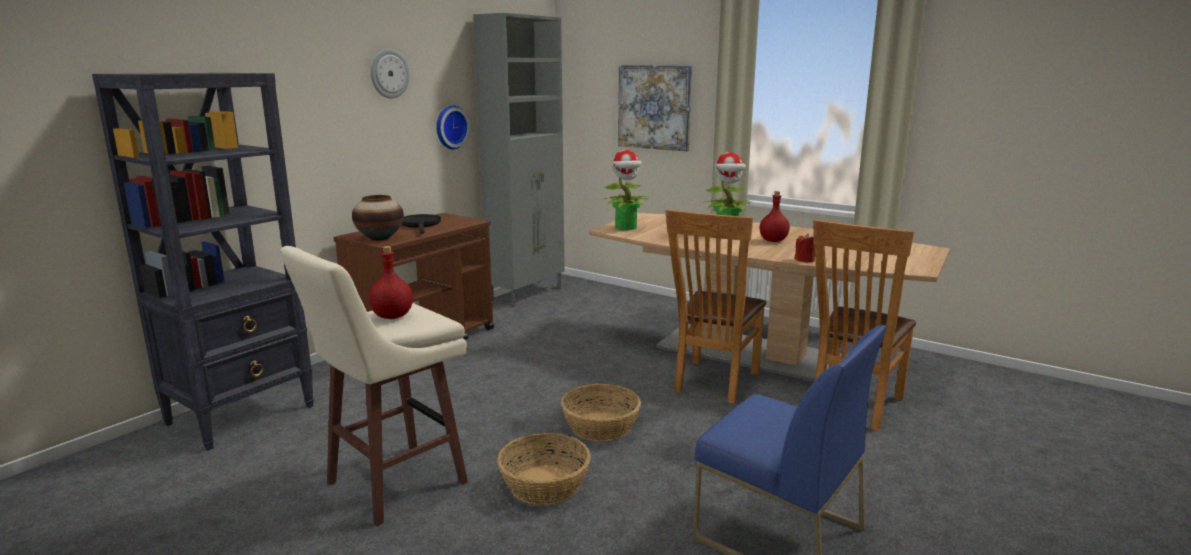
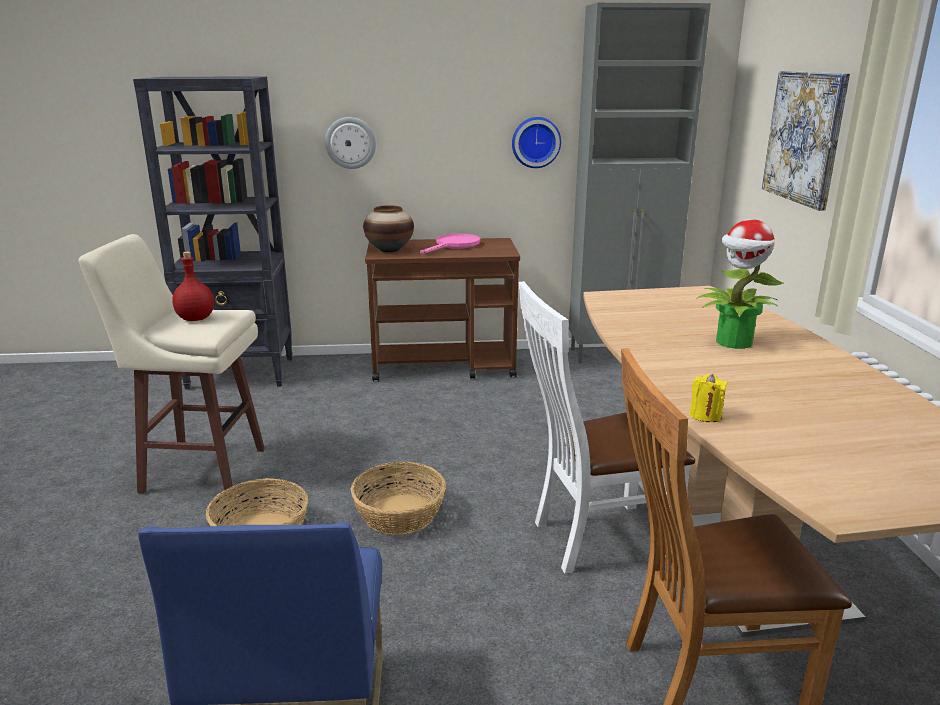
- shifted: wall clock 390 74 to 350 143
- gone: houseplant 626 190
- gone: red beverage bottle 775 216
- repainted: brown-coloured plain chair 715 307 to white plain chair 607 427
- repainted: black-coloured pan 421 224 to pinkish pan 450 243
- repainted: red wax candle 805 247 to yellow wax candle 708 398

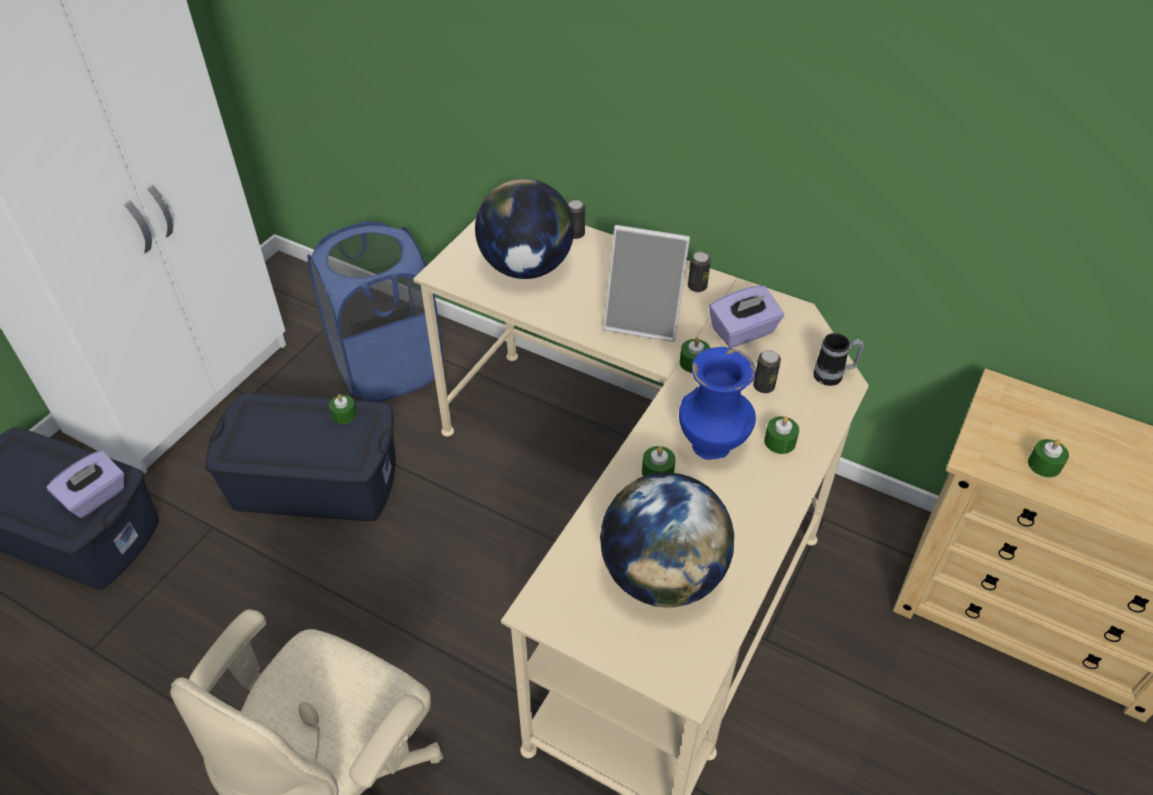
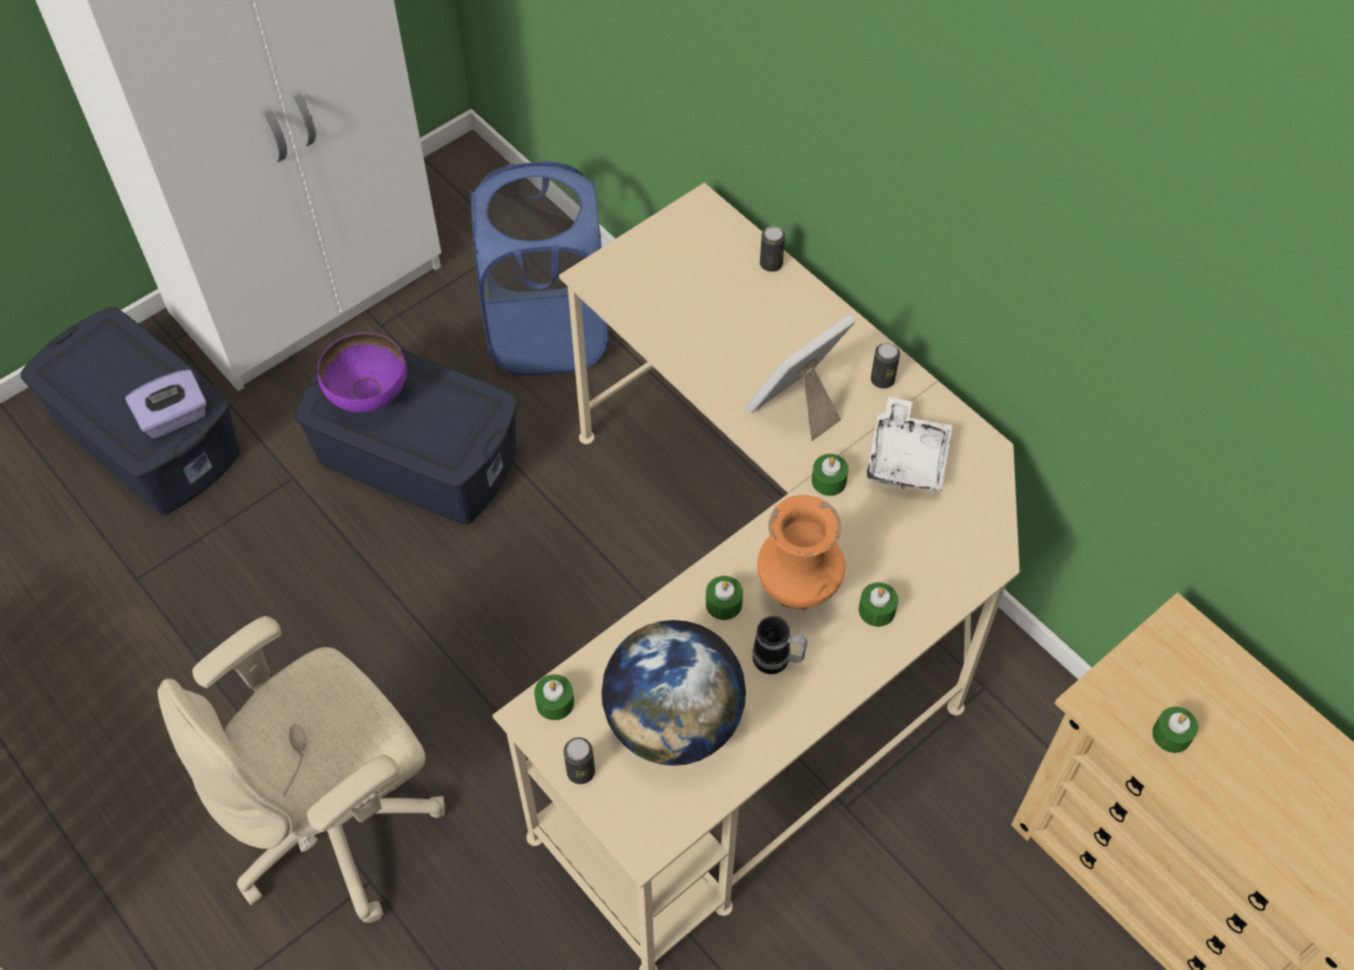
- gone: world globe 524 229
- rotated: photo frame 646 283 = 800 378 105 degrees clockwise
- swapped: purple tissue box 746 317 to white serving tray 910 444
- shifted: mug 838 359 to 780 645
- repainted: bluish vase 717 403 to orangey vase 801 552
- shifted: can 767 371 to 579 760
- shifted: green wax candle 343 409 to 554 697
- new: purple serving bowl 362 372

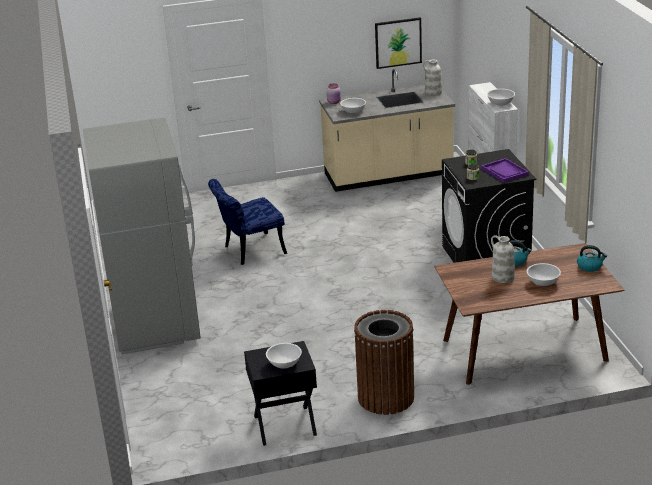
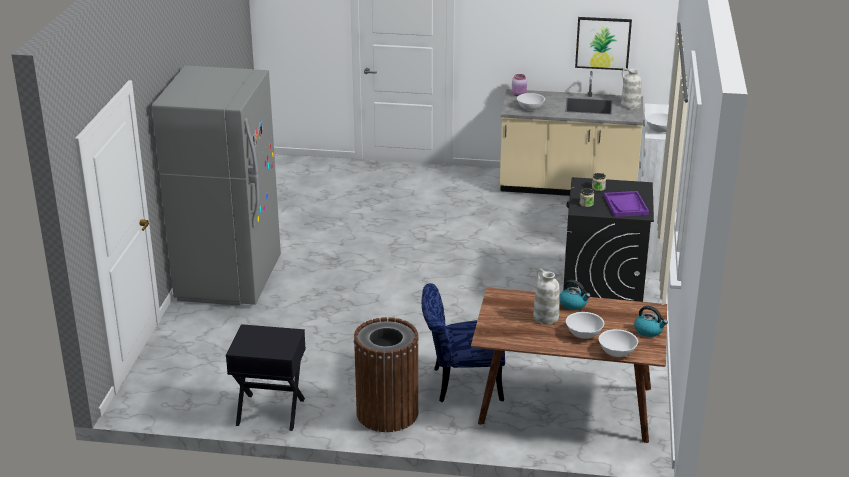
- shifted: bluish plain chair 247 222 to 463 342
- shifted: white serving bowl 284 355 to 618 343

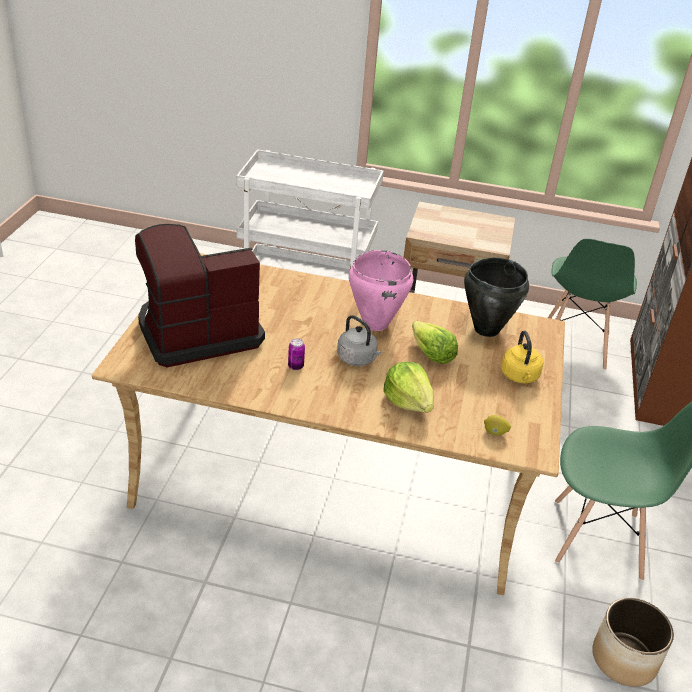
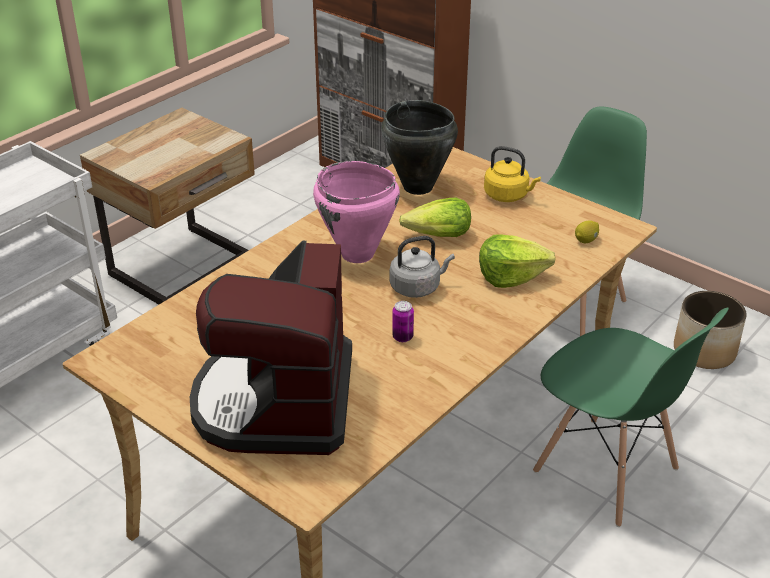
- shifted: green plain chair 592 304 to 631 417

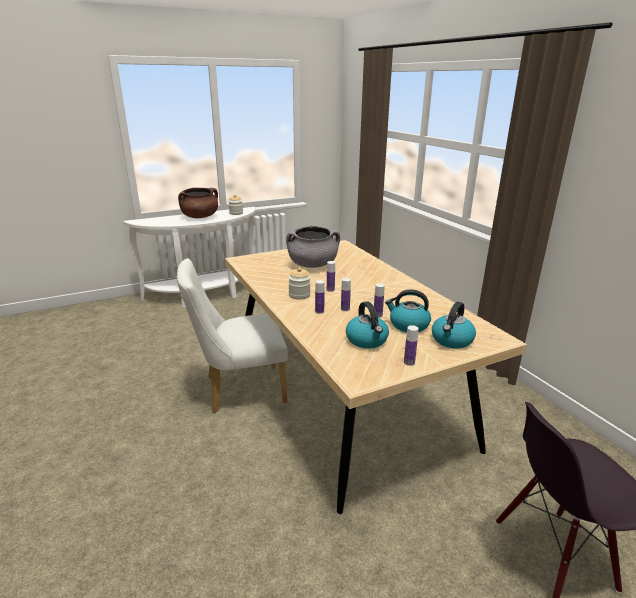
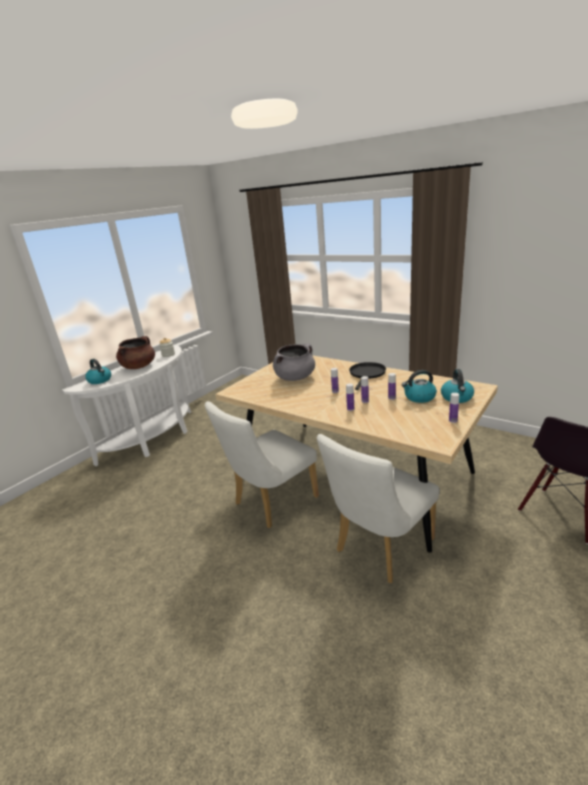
- gone: preserve jar 299 283
- shifted: water kettle 367 325 to 98 371
- new: black-coloured pan 367 376
- new: white plain chair 378 508

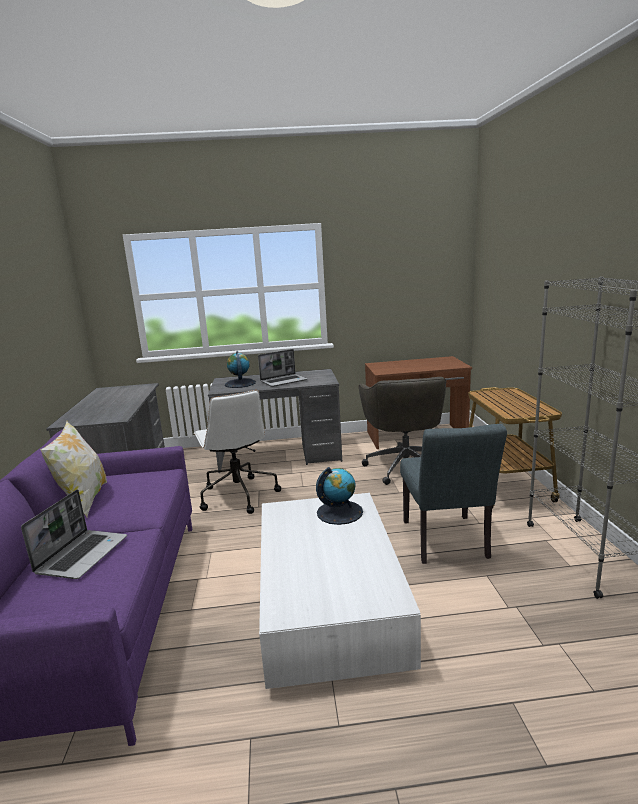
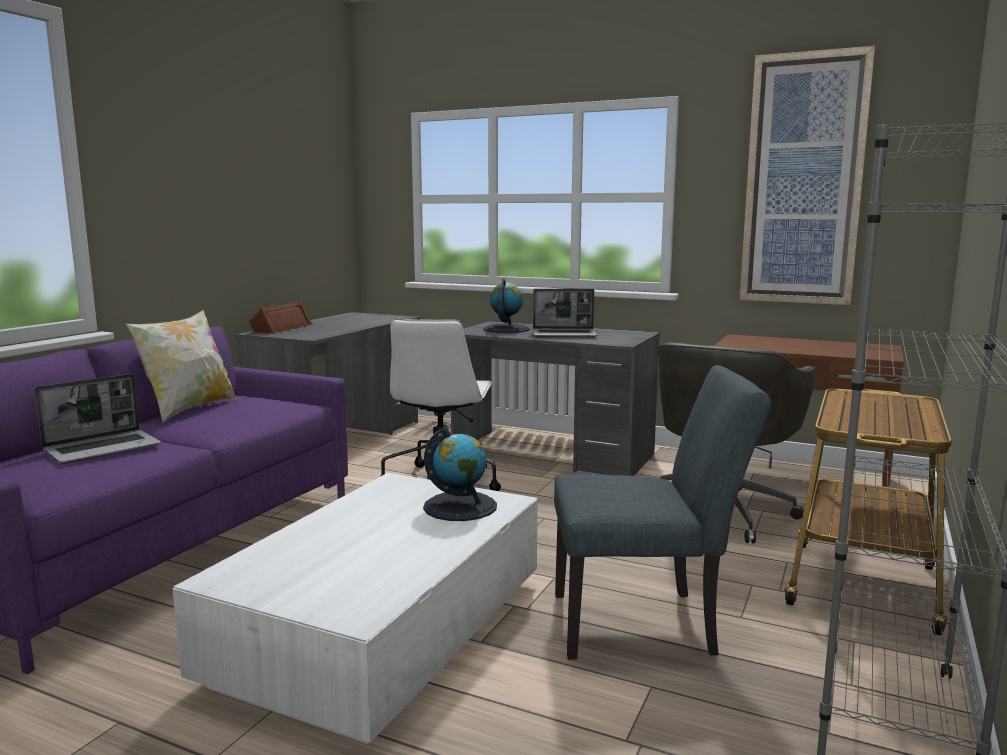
- rotated: gray plain chair 453 494 = 662 512 120 degrees counterclockwise
- new: wall art 807 175
- new: brown-coloured speaker 281 317

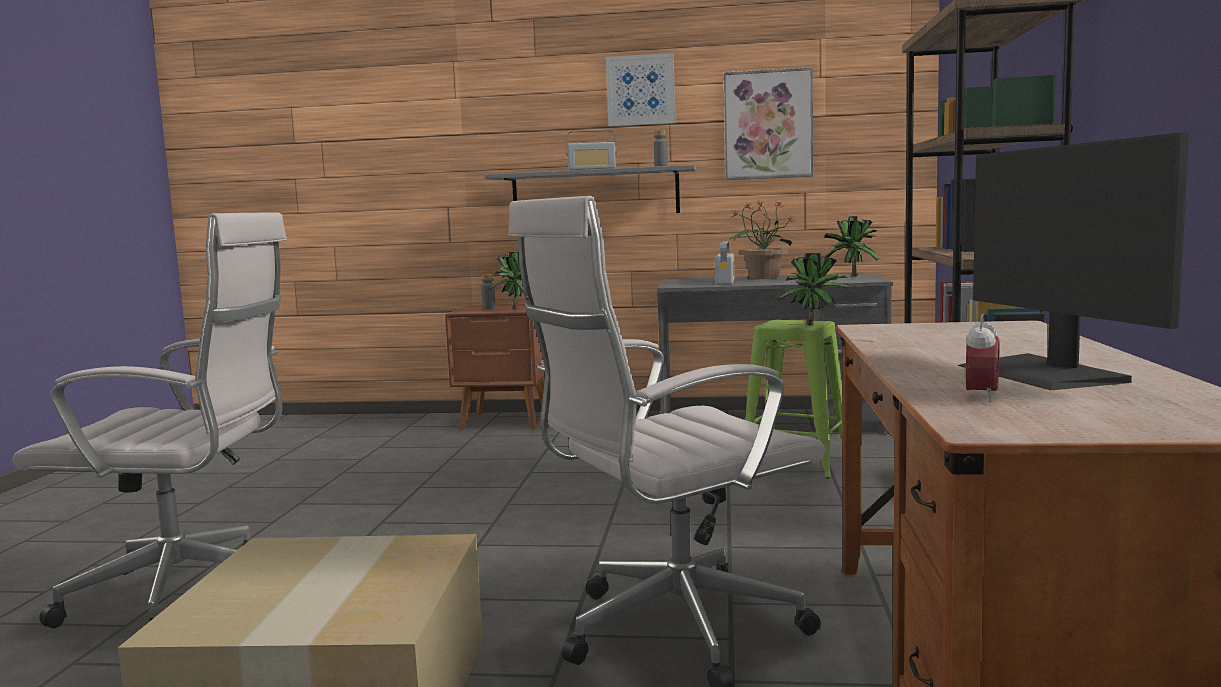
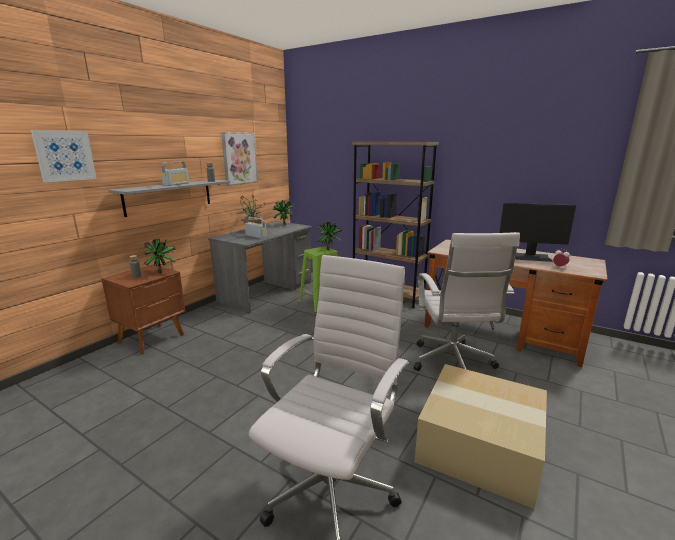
- shifted: wall art 640 90 to 64 156

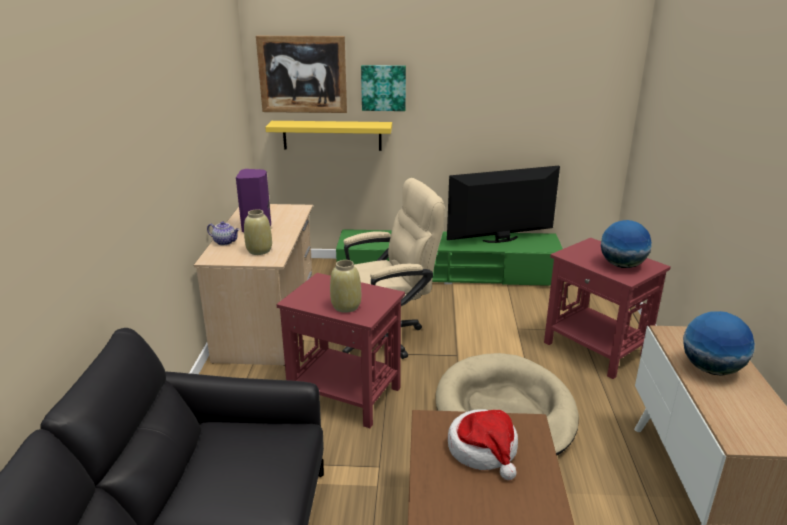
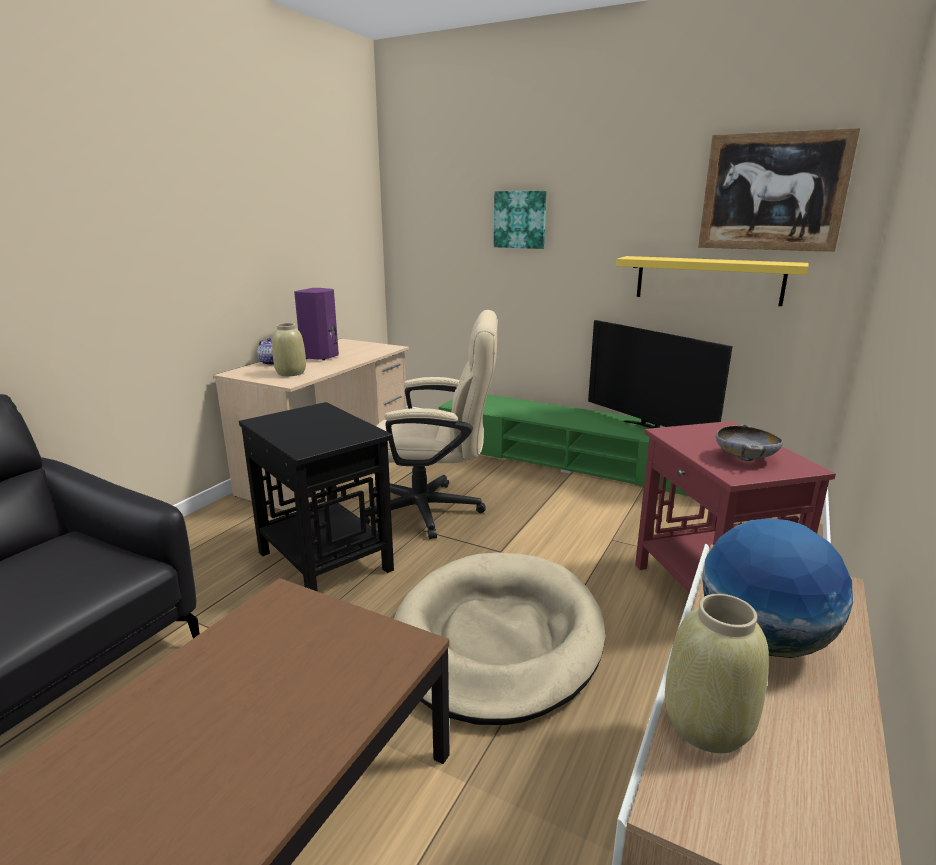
- shifted: wall art 301 74 to 779 190
- shifted: yellow wall shelf 328 136 to 712 281
- rotated: television 503 204 = 660 374 135 degrees counterclockwise
- swapped: world globe 626 244 to gray serving bowl 749 442
- shifted: beige-coloured vase 345 286 to 717 673
- repainted: red end table 340 350 to black-coloured end table 316 497
- gone: clothing hat 483 444

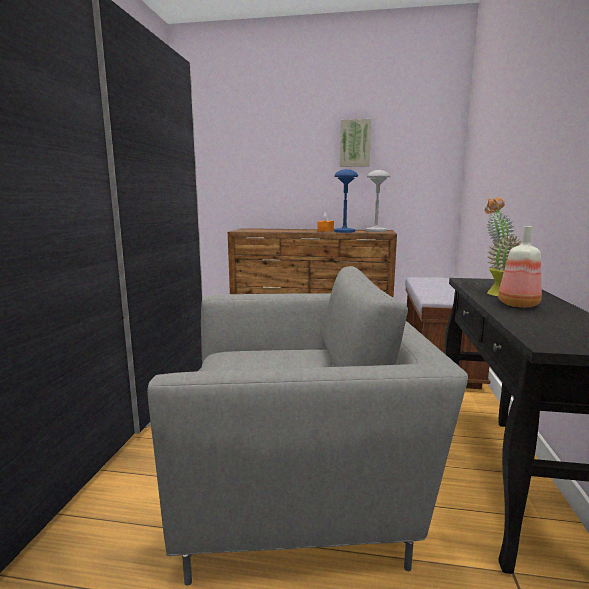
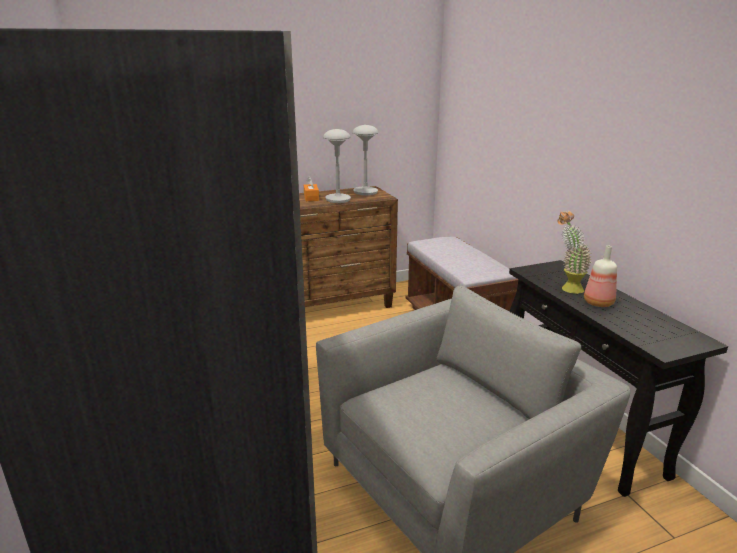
- gone: wall art 356 143
- repainted: bluish tabletop lamp 346 201 to gray tabletop lamp 337 166

